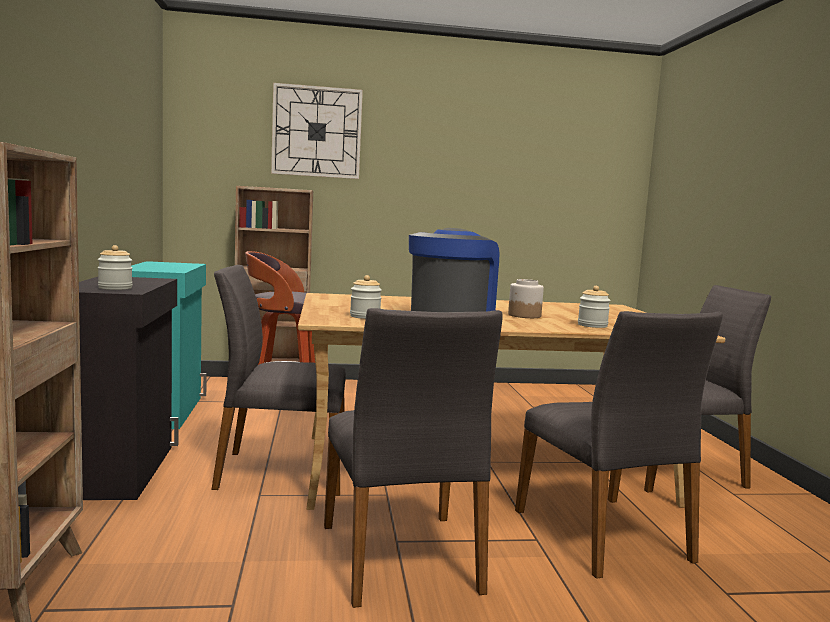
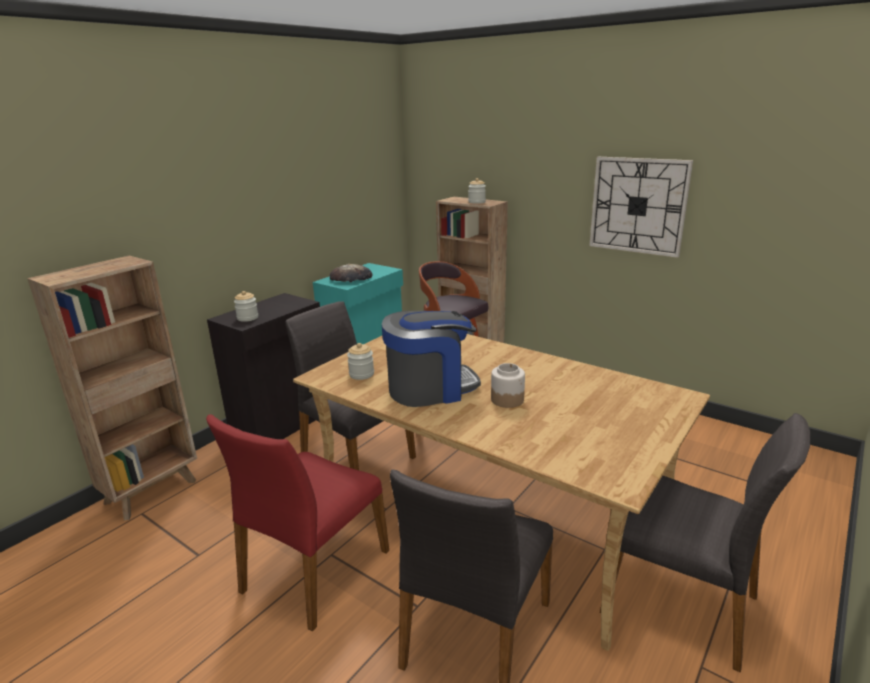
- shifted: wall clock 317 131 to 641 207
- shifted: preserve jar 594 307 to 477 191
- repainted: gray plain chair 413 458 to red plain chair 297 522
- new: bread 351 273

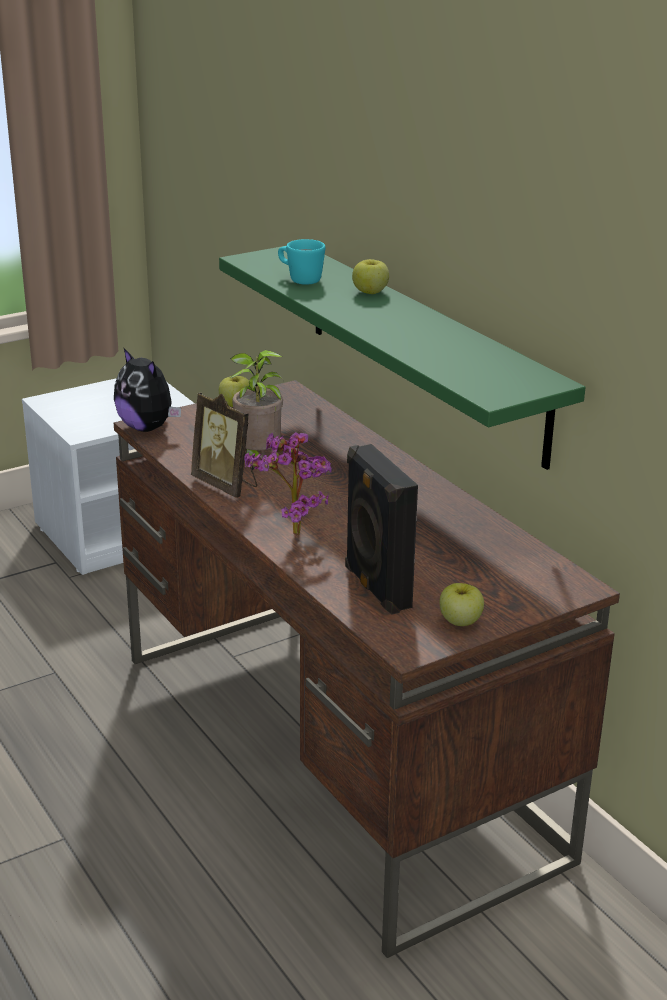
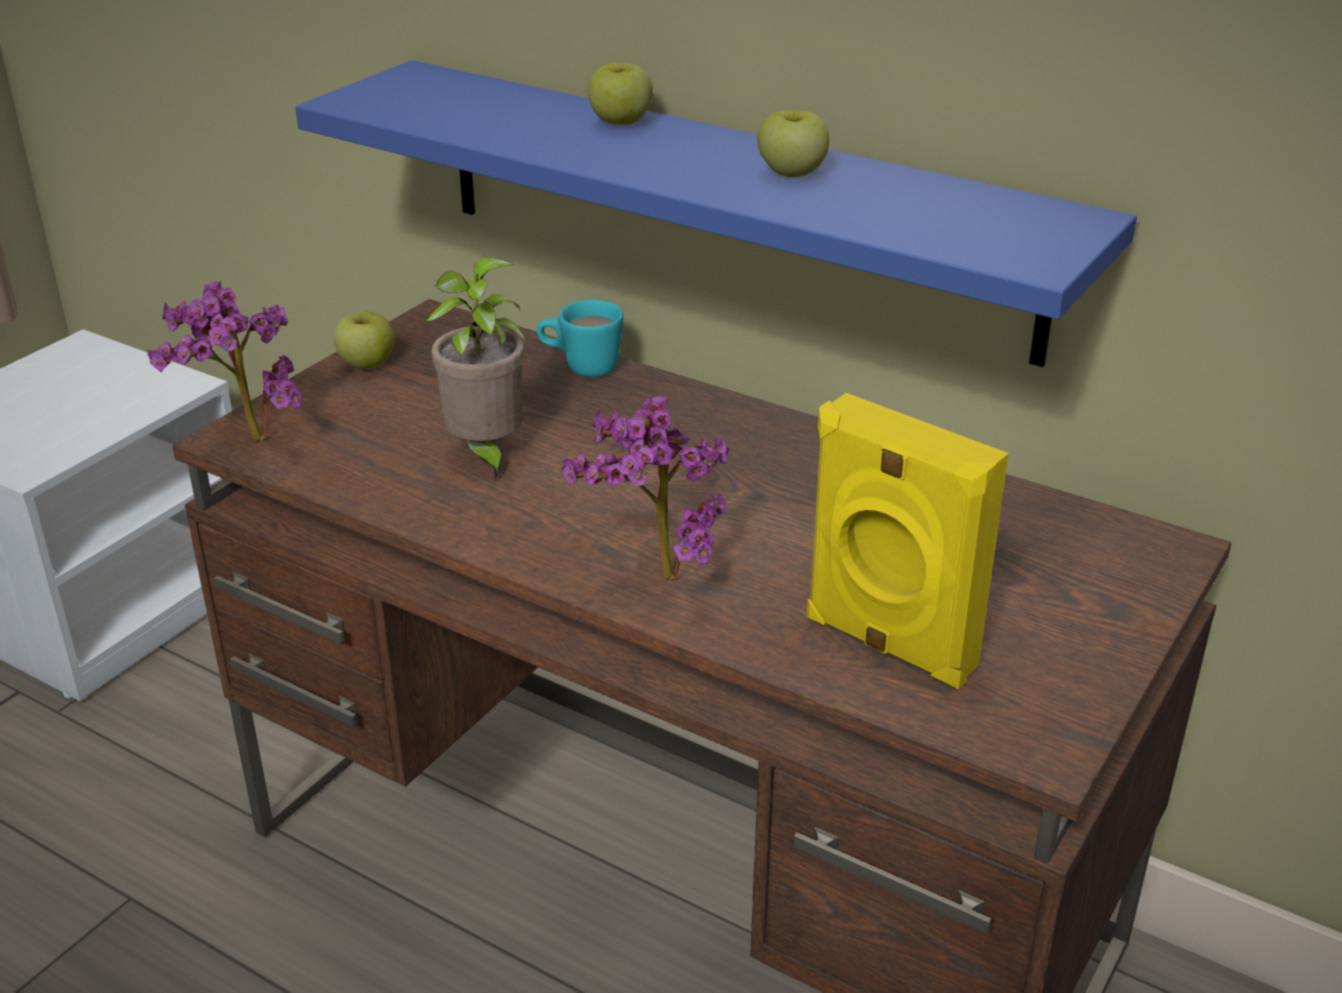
- shifted: turquoise-coloured mug 301 262 to 580 338
- repainted: green wall shelf 402 358 to bluish wall shelf 716 213
- swapped: plush toy 147 390 to houseplant 224 361
- gone: photo frame 224 445
- repainted: black-coloured speaker 381 529 to yellow speaker 907 541
- shifted: apple fruit 462 604 to 793 143

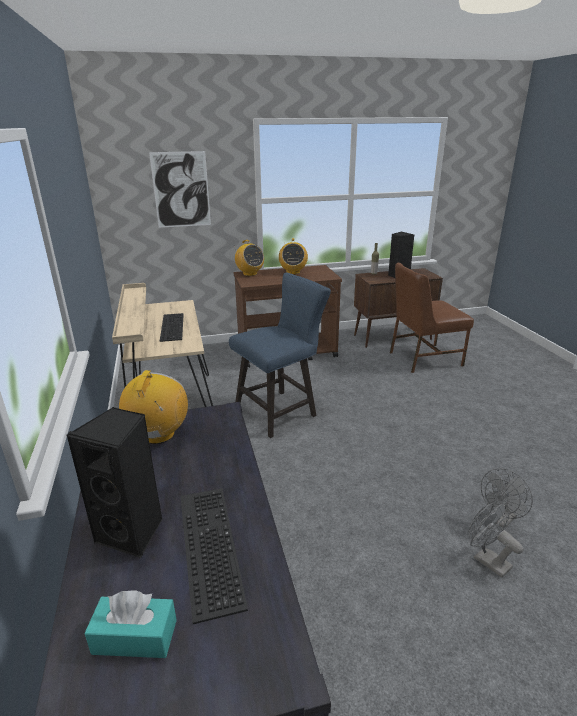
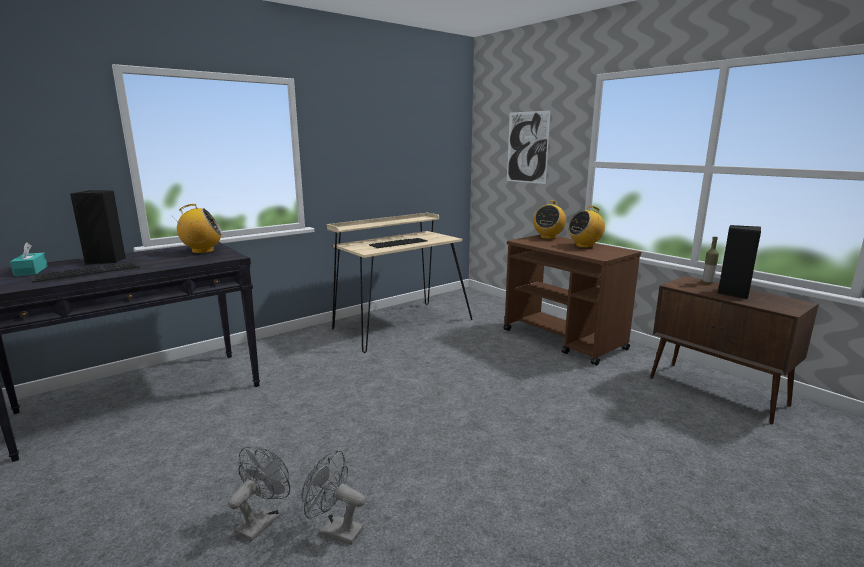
- gone: brown-coloured plain chair 432 318
- gone: bluish plain chair 280 355

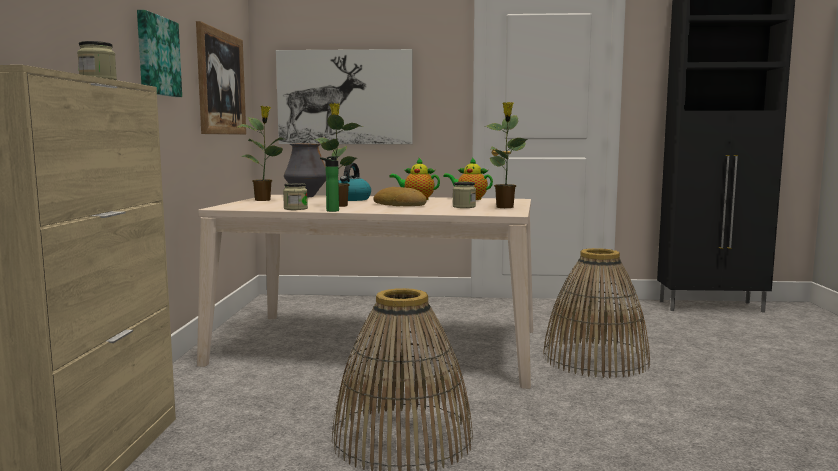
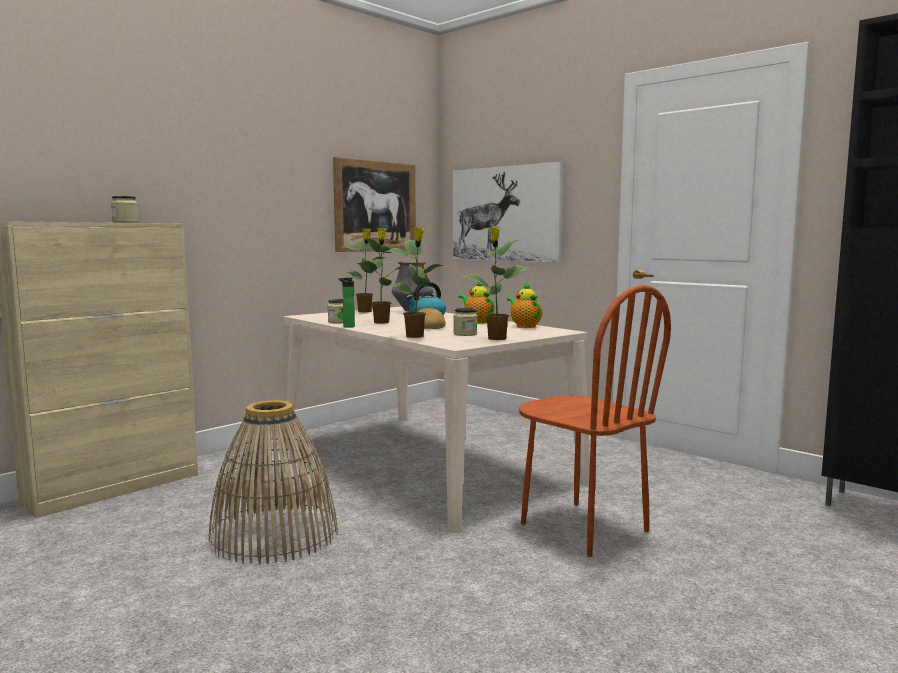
- gone: wall art 159 53
- swapped: storage basket 596 313 to brown-coloured plain chair 595 421
- new: houseplant 415 282

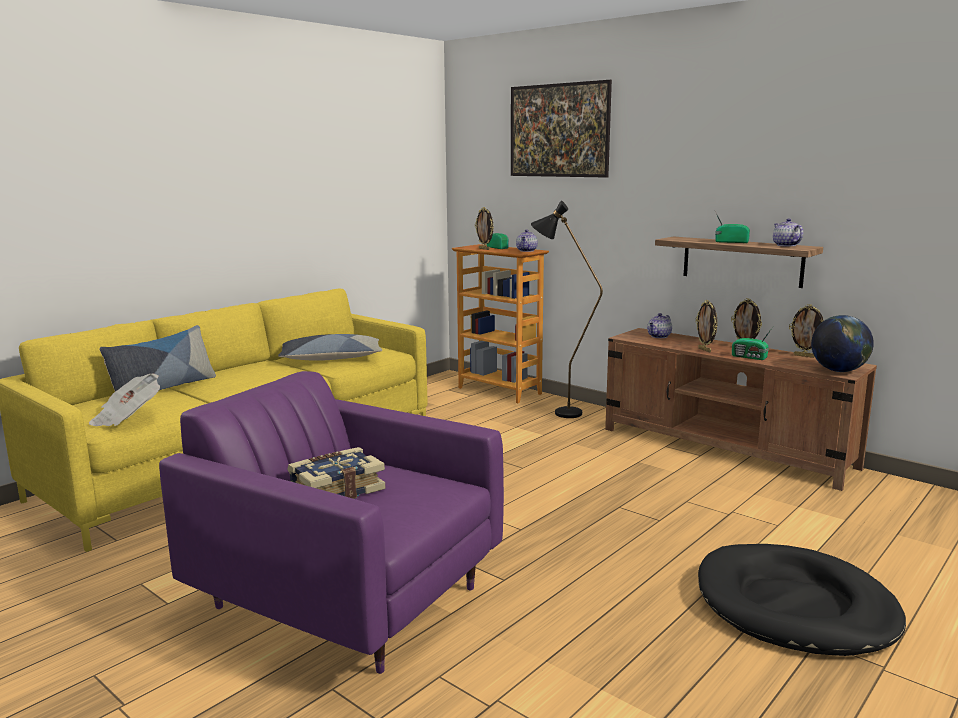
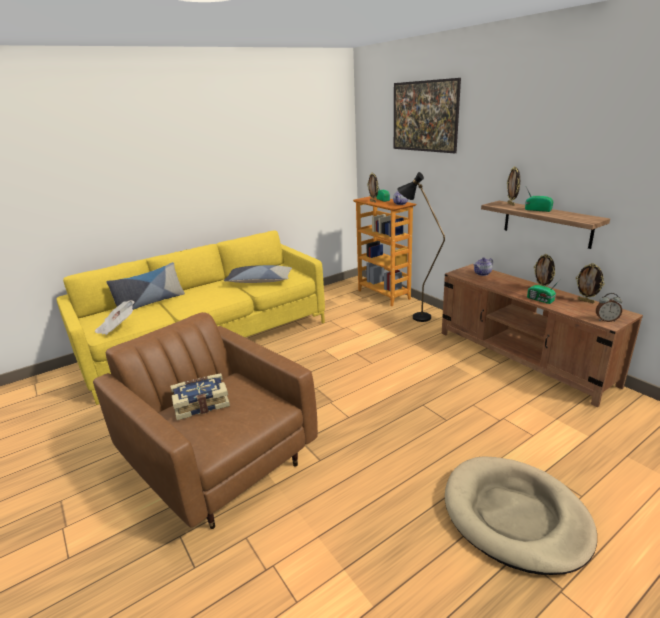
- gone: tea pot 788 232
- shifted: photo frame 706 326 to 513 186
- swapped: world globe 842 343 to bedside clock 609 307
- repainted: purple easy chair 331 522 to brown-coloured easy chair 205 420
- repainted: black-coloured dog cushion 802 600 to beige-coloured dog cushion 521 515

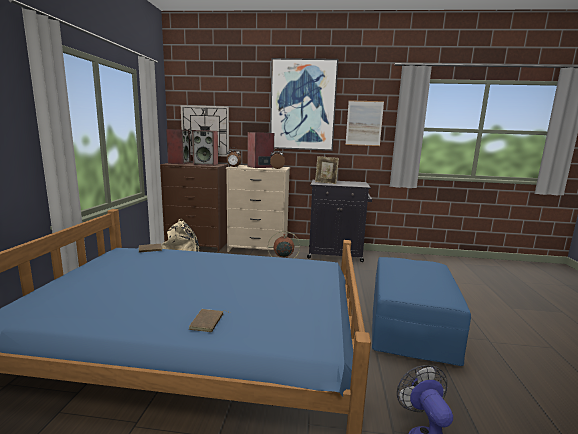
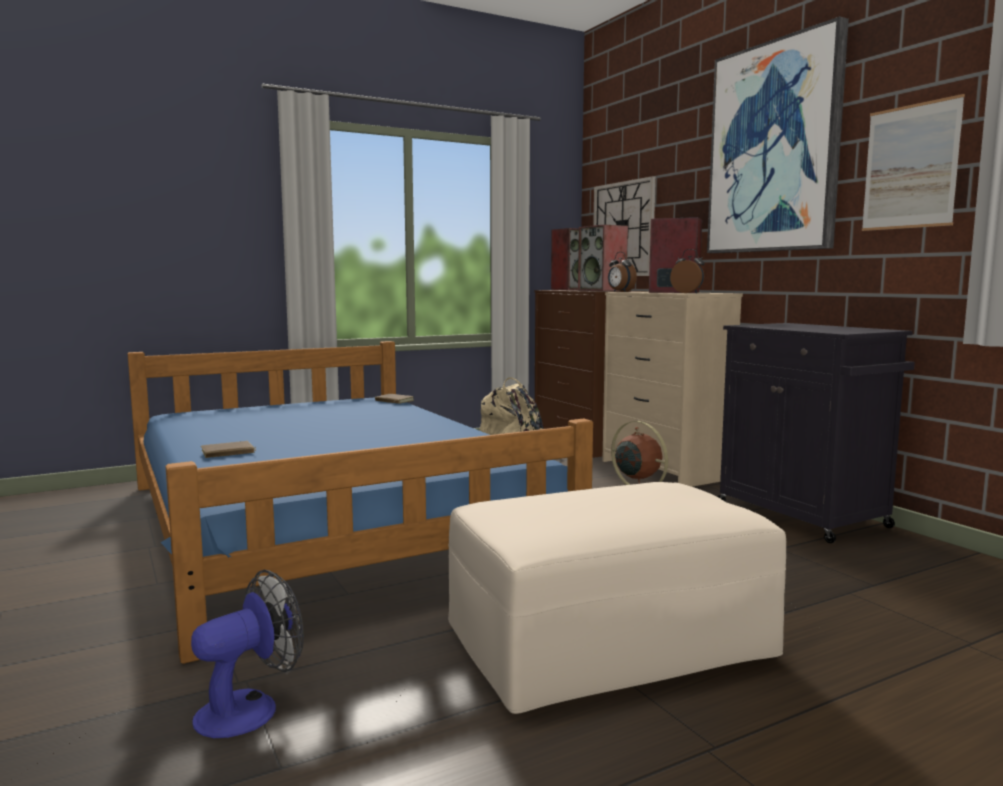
- gone: photo frame 327 170
- repainted: bluish pouffe 421 311 to beige-coloured pouffe 617 598

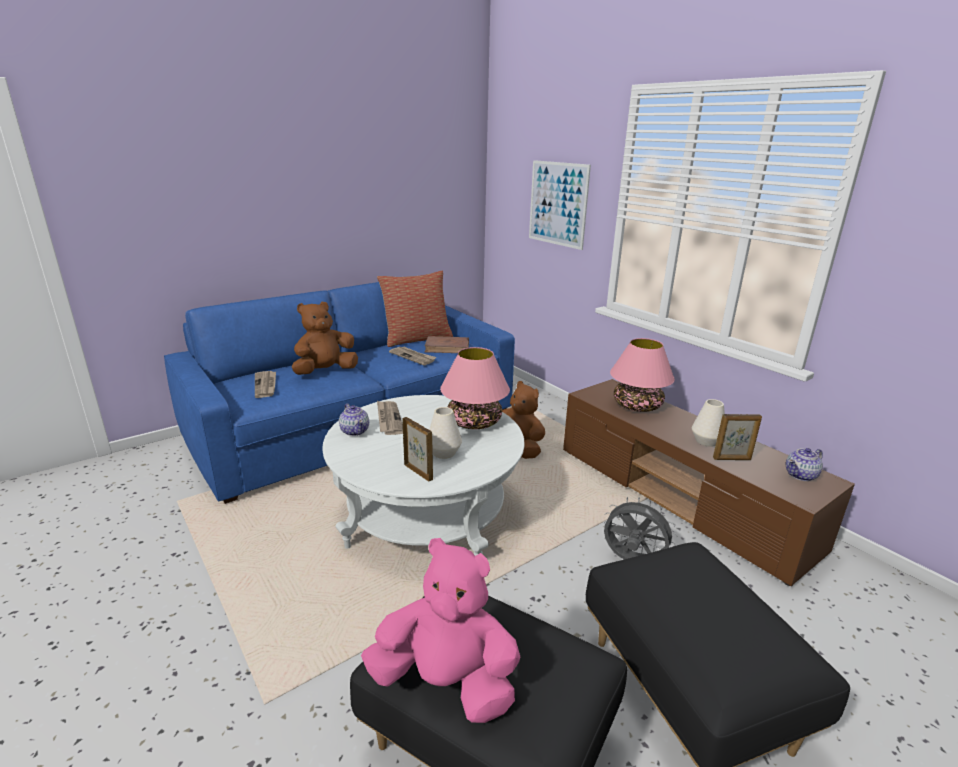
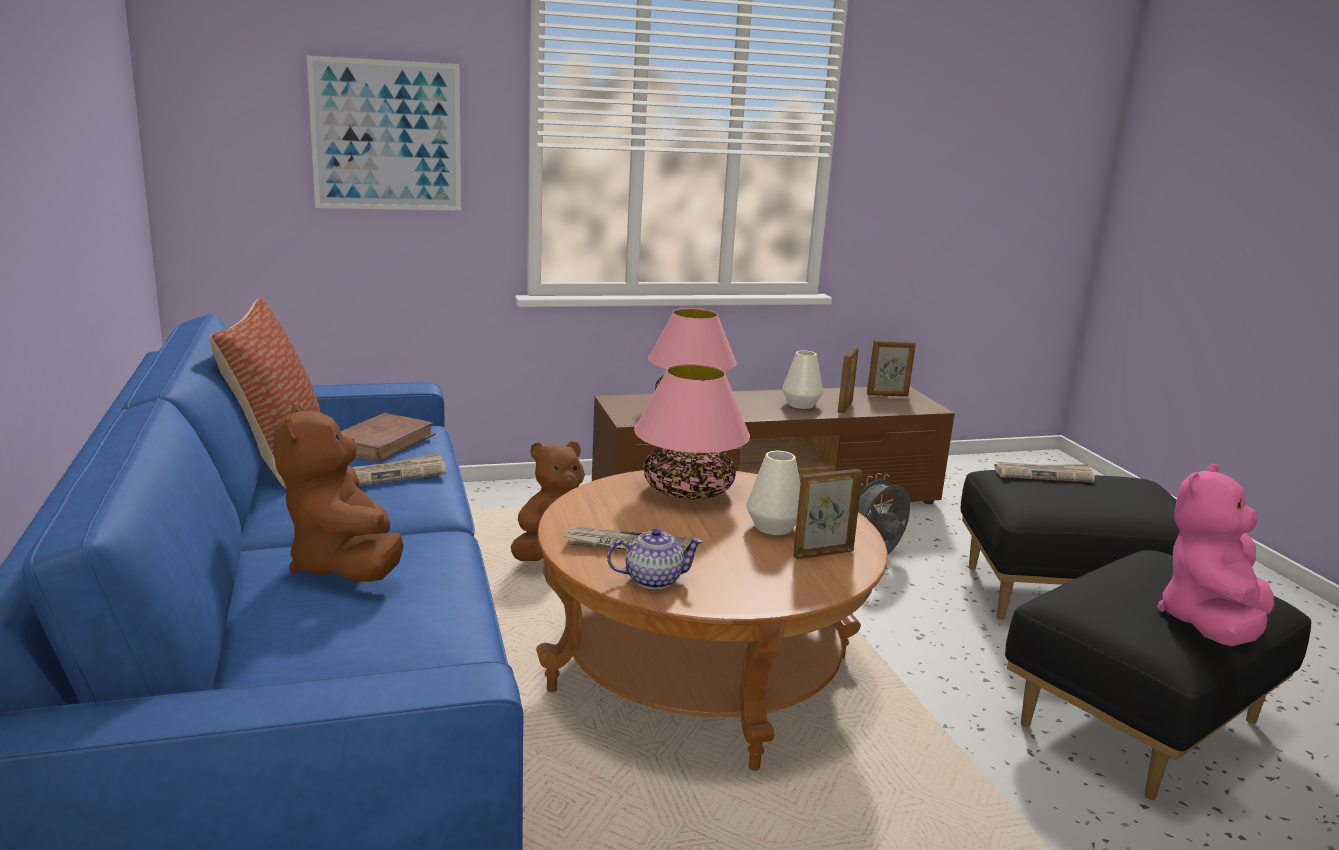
- shifted: printed paper 265 384 to 1044 472
- repainted: white lounge table 423 475 to brown-coloured lounge table 712 620
- swapped: tea pot 804 464 to photo frame 891 368

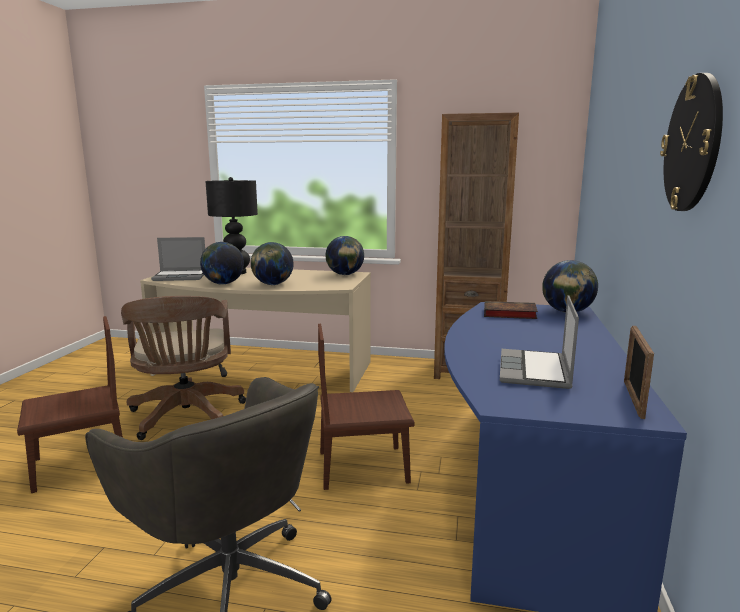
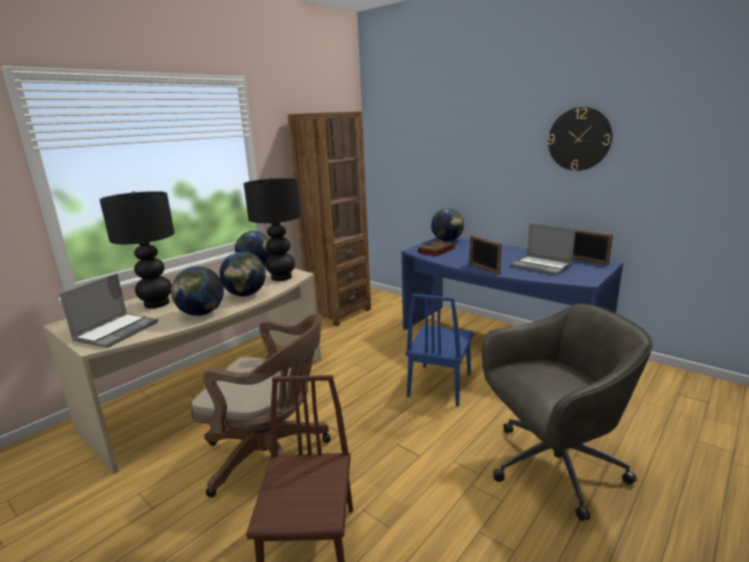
- repainted: brown-coloured plain chair 366 407 to bluish plain chair 439 350
- new: black-coloured tabletop lamp 272 229
- new: photo frame 485 255

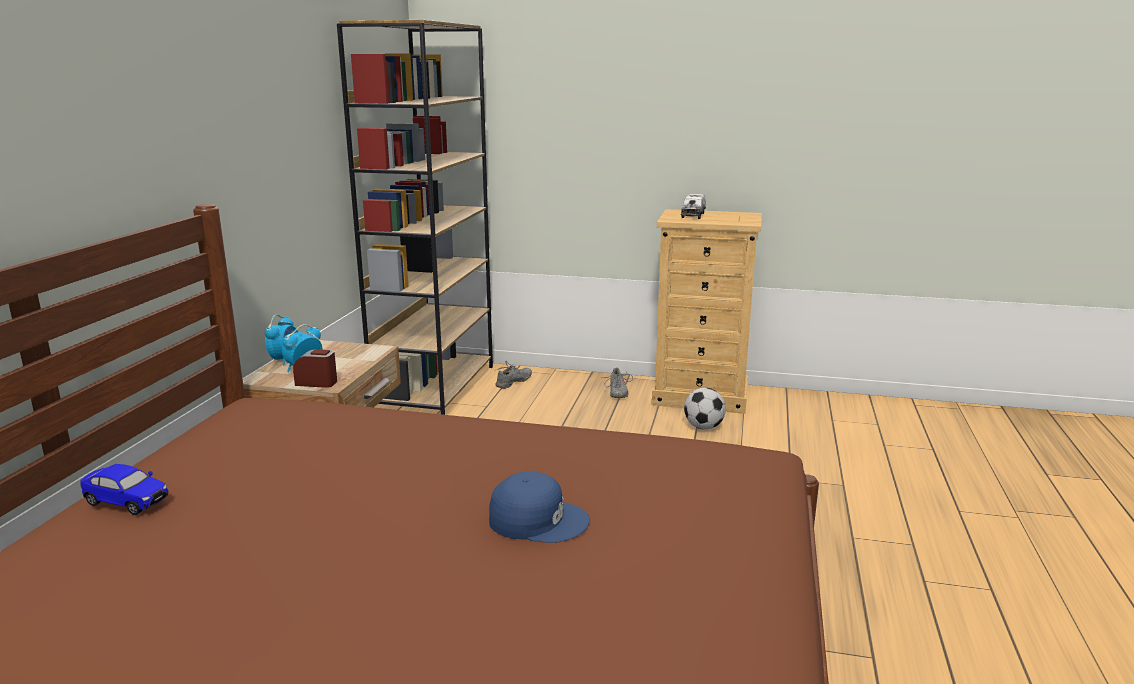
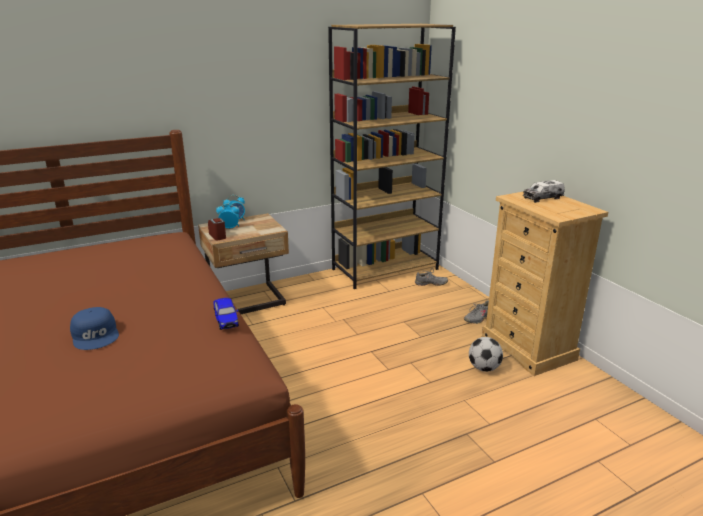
- shifted: miniature car 124 489 to 226 314

